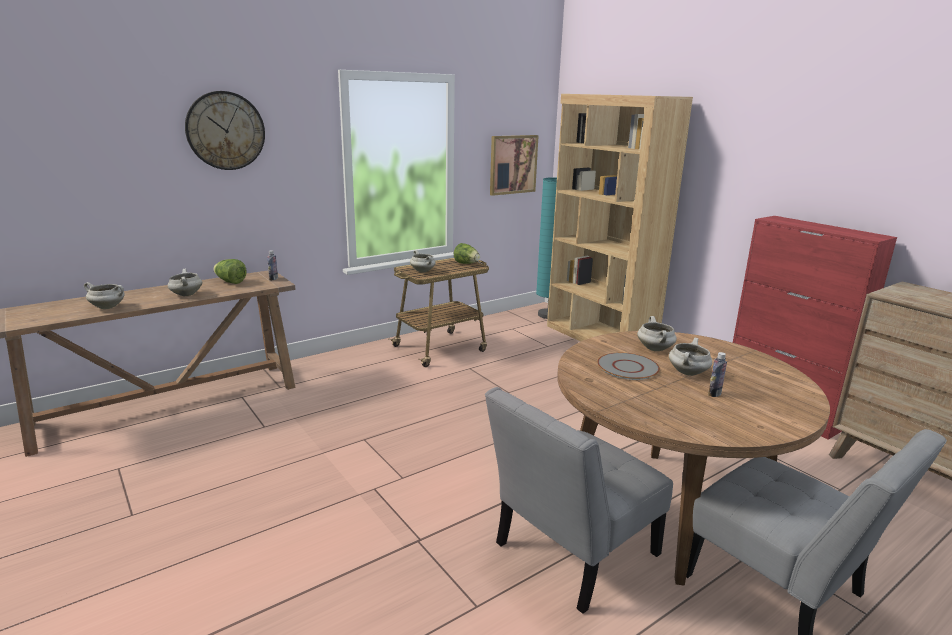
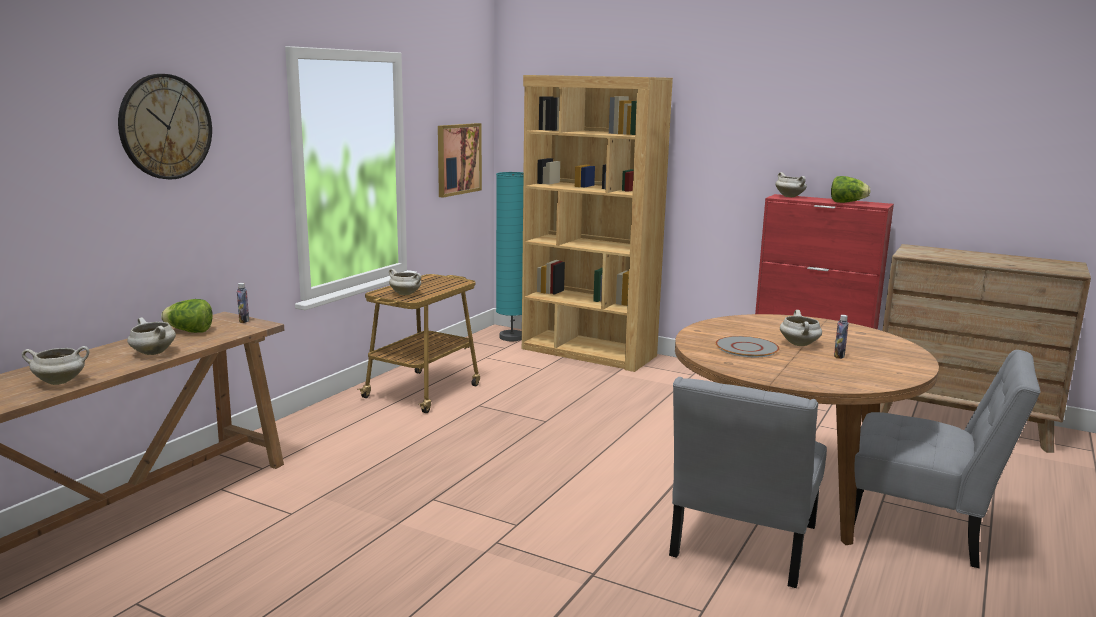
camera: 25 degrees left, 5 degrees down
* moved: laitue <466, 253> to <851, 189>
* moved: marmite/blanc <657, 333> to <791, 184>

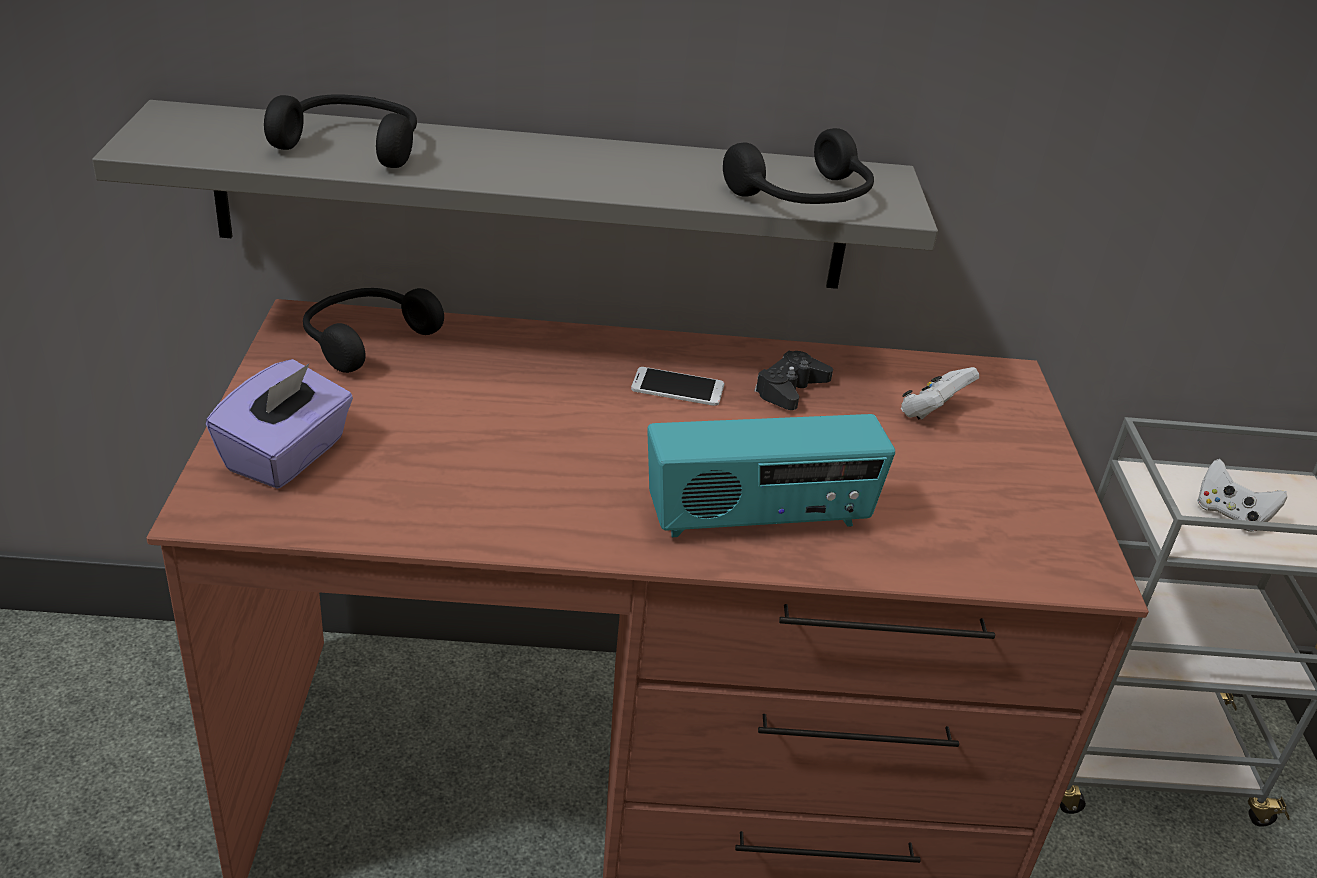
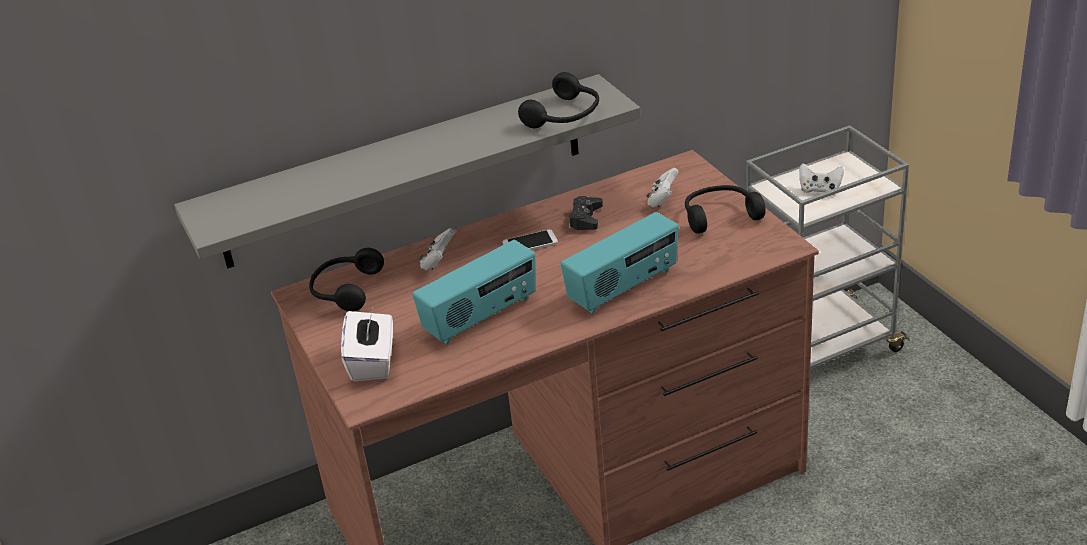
camera: 20 degrees left, 0 degrees up
* added: radio <474, 292>
* added: manette/blanc <437, 249>
* moved: casque audio/noir <340, 131> to <725, 209>
* recoloured: boîte à mouchoirs/violet <279, 424> to boîte à mouchoirs/blanc <367, 344>

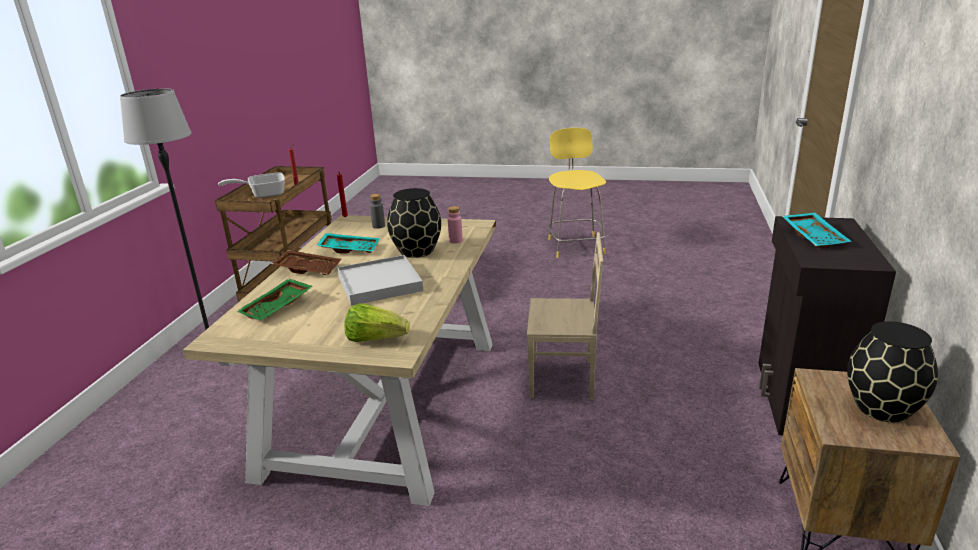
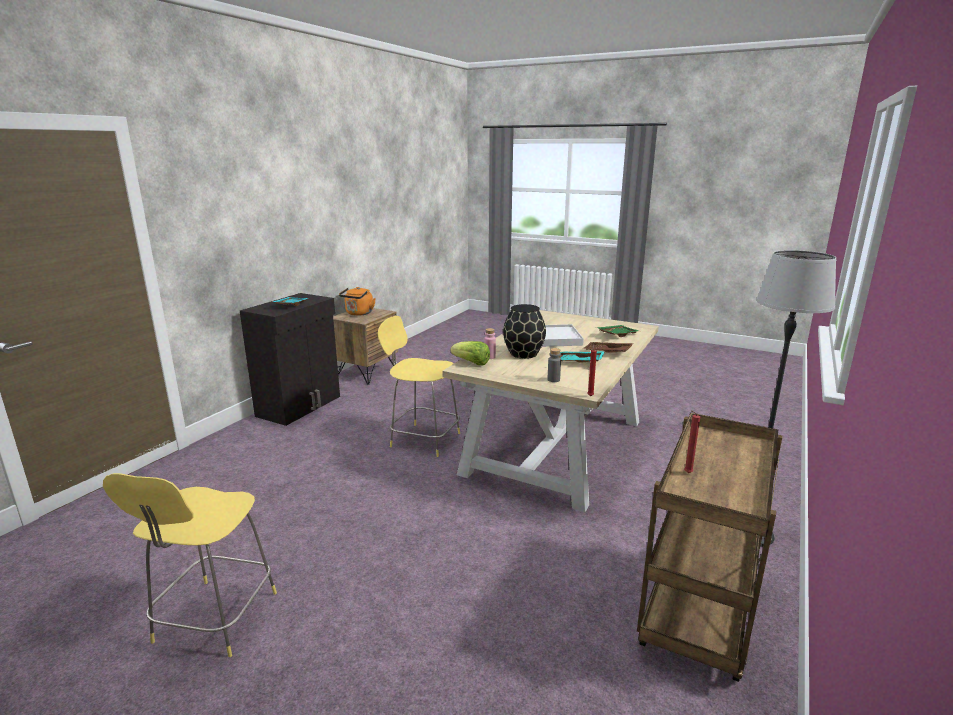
camera: 165 degrees left, 5 degrees down
* removed: poêle <251, 185>
* moved: laitue <377, 322> to <470, 353>
* replaced: chaise/beige <565, 316> to tabouret/jaune <419, 386>
* replaced: vase/noir <892, 371> to bouilloire/orange <357, 301>

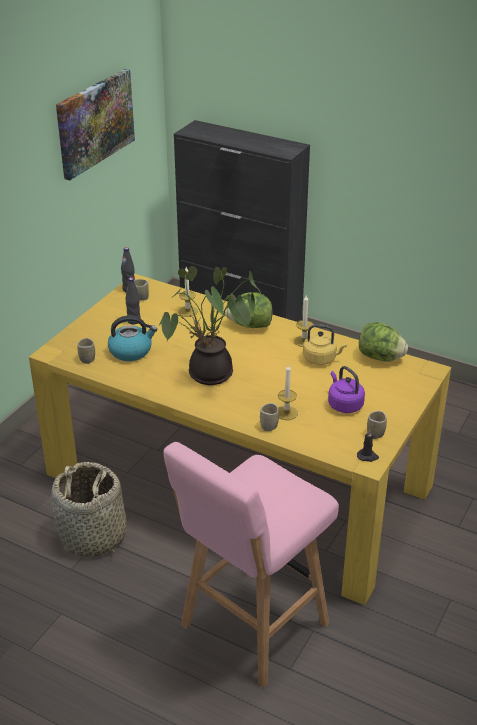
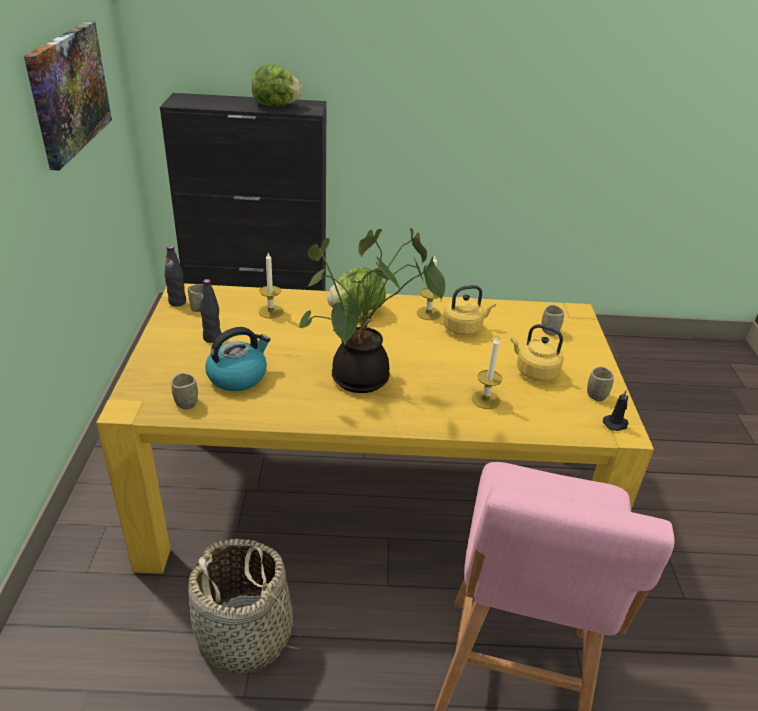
camera: 30 degrees left, 0 degrees up
* moved: tasse <269, 417> to <553, 320>
* moved: laitue <383, 342> to <277, 85>
* recoloured: bouilloire/violet <346, 389> to bouilloire/jaune <537, 352>

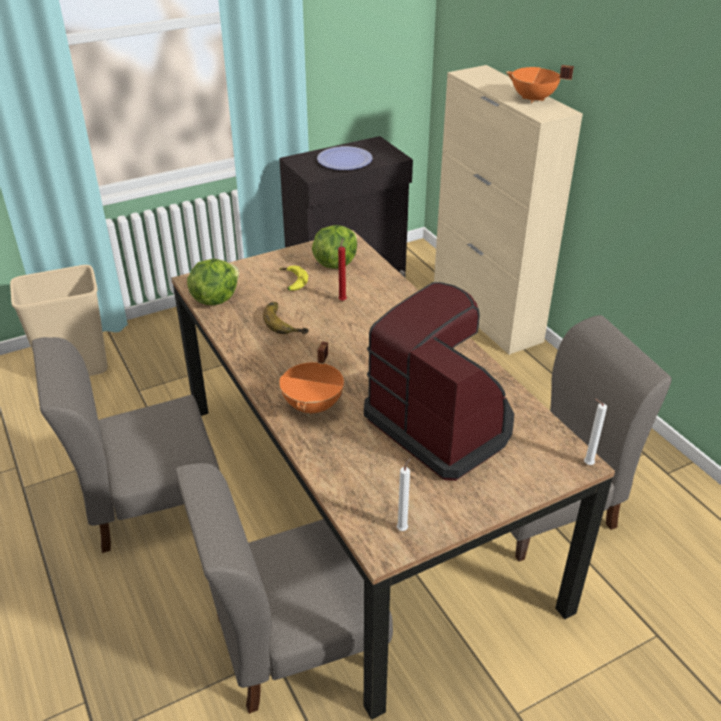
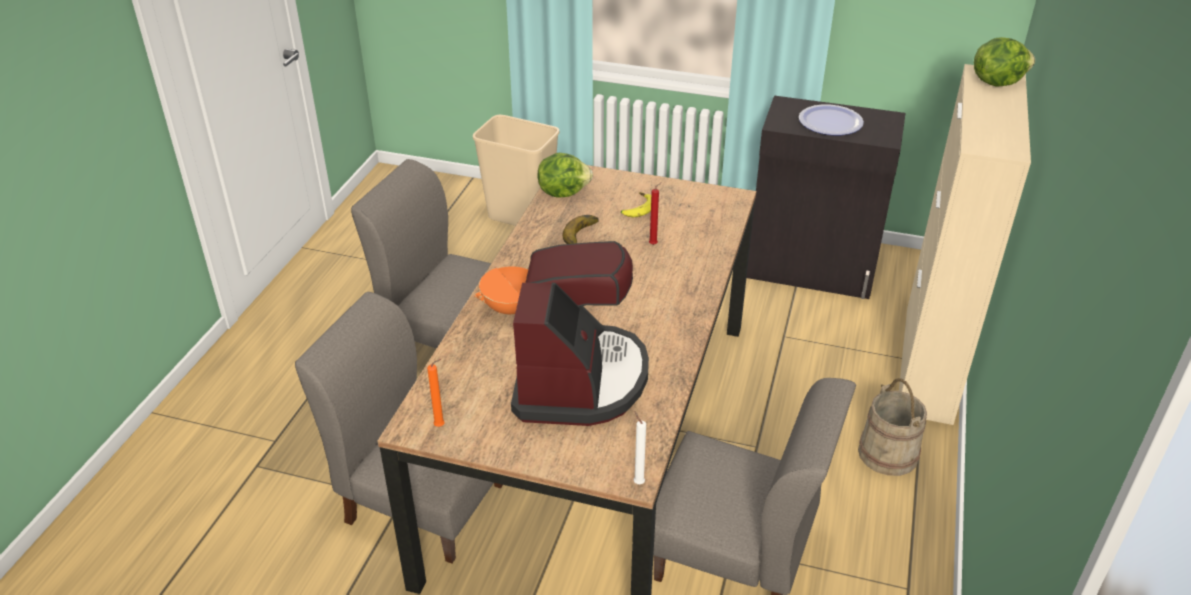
camera: 45 degrees right, 0 degrees up
* removed: marmite/orange <540, 84>
* added: seau/beige <892, 427>
* moved: laitue <334, 247> to <1004, 62>
* recoloured: bougie/blanc <404, 494> to bougie/orange <436, 393>

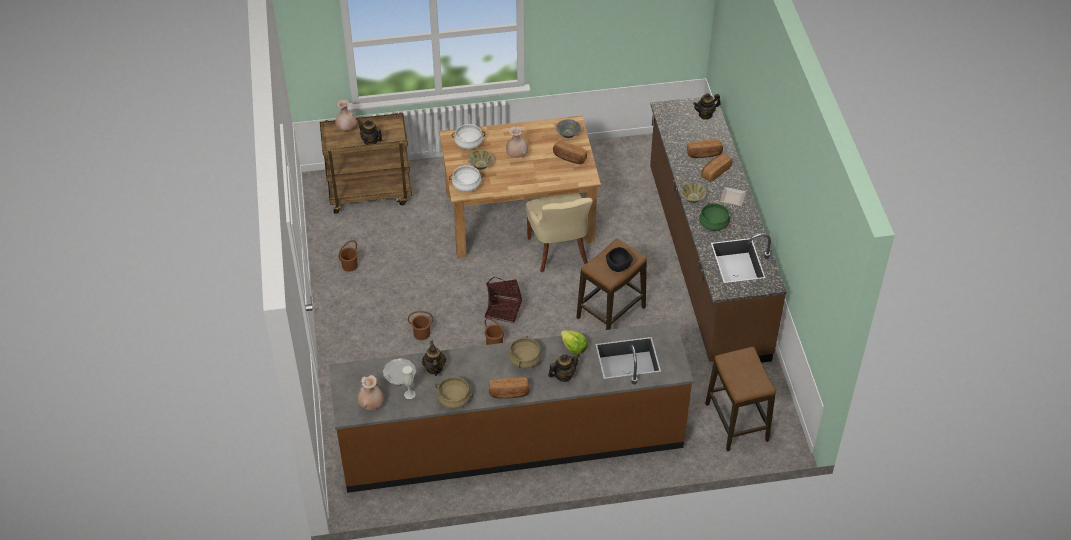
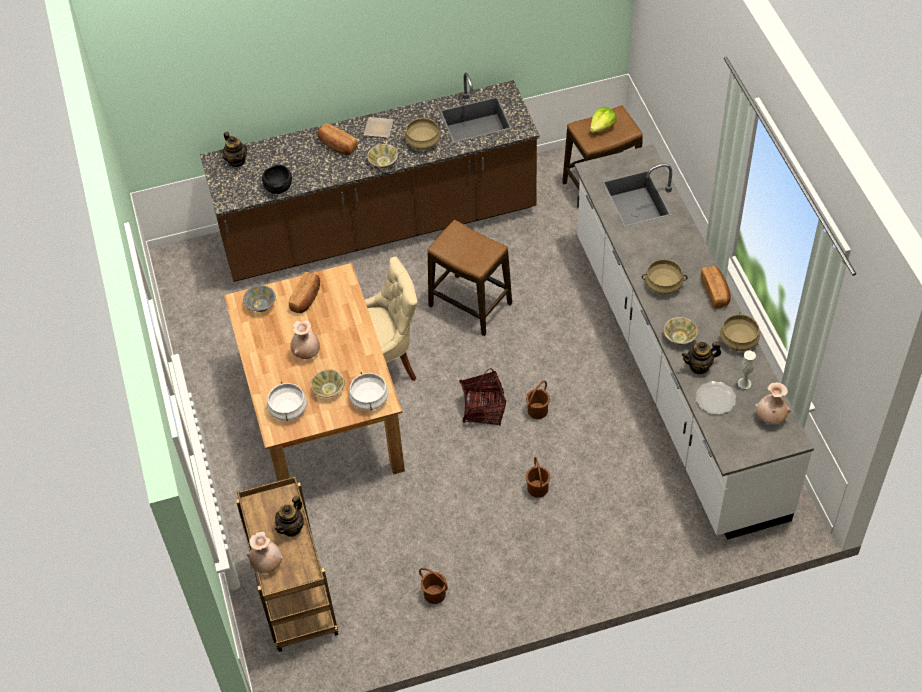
camera: 95 degrees left, 5 degrees up
* removed: théière <564, 368>
* removed: pain <705, 148>
* added: bol/beige <680, 331>
* moved: laitue <574, 342> to <603, 120>
* moved: bol/noir <619, 259> to <277, 179>
* recoloured: comptoir de cuisine/marron <511, 407> to comptoir de cuisine/blanc <694, 342>
* recoloured: marmite/vert <714, 217> to marmite/beige <421, 134>

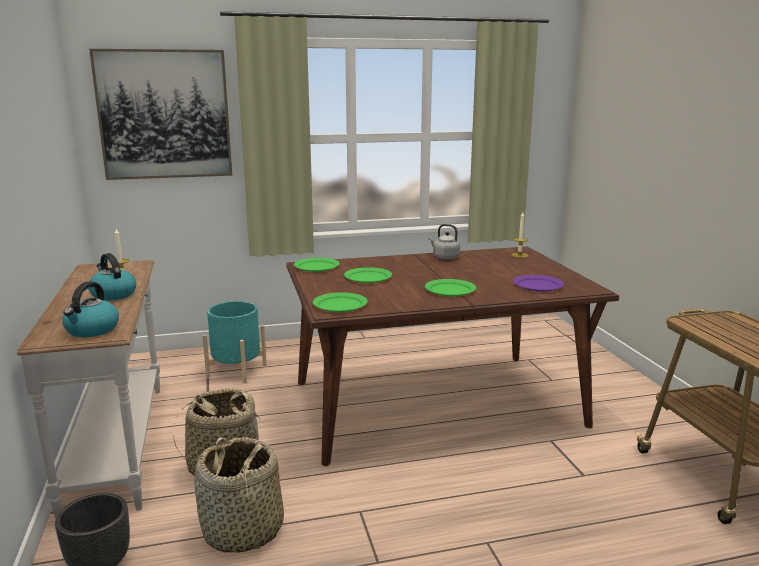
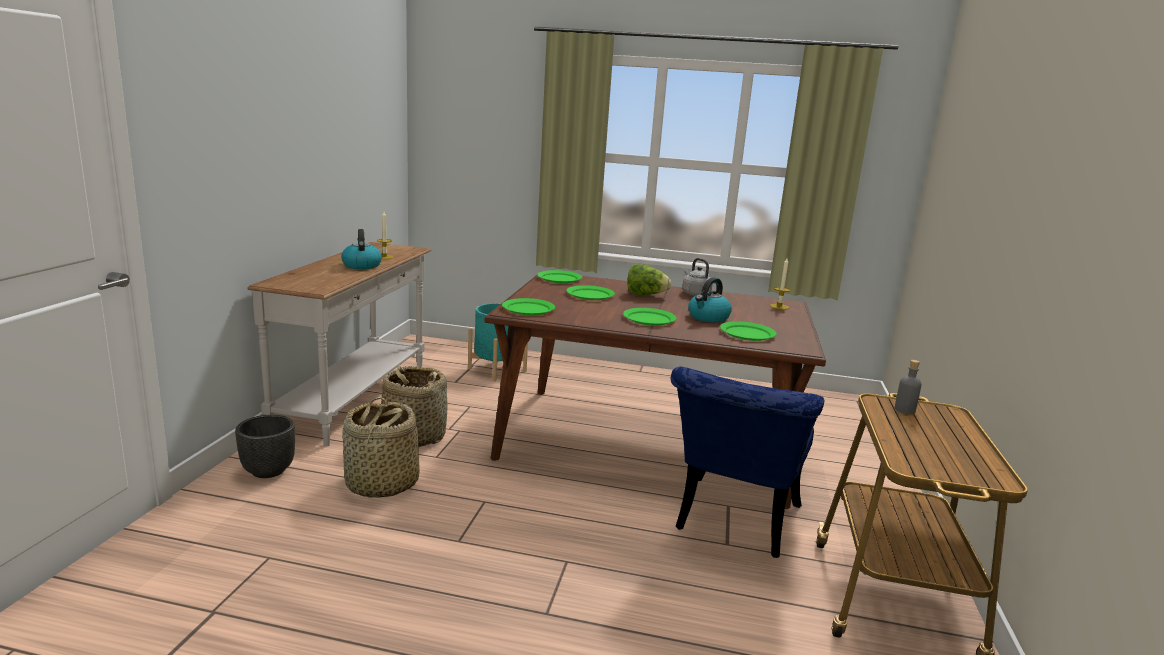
camera: 25 degrees right, 0 degrees up
* removed: tableau <160, 114>
* added: laitue <649, 279>
* added: chaise/bleu <748, 462>
* added: bouteille/gris <908, 387>
* moved: bouilloire <90, 309> to <710, 299>
* recoloured: assiette/violet <538, 283> to assiette/vert <748, 331>

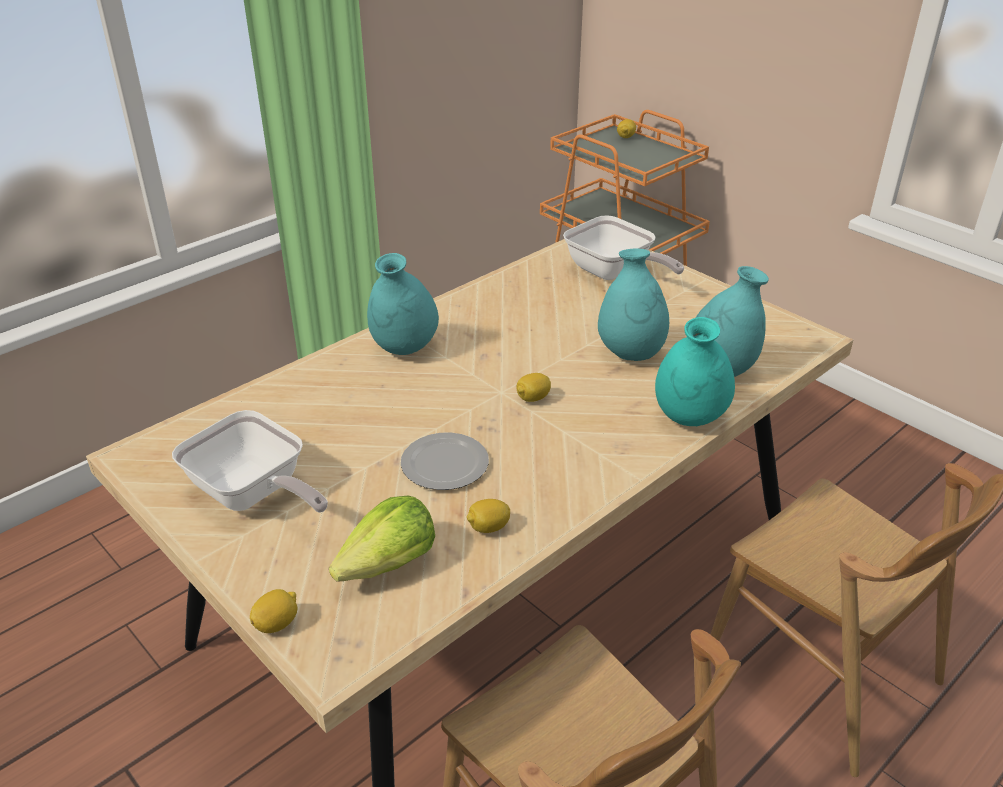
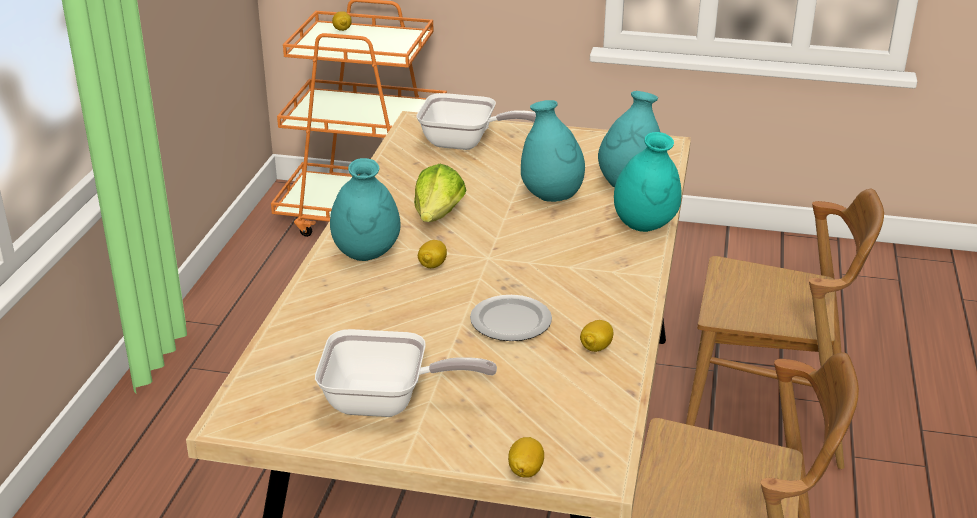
camera: 35 degrees left, 5 degrees down
* moved: laitue <382, 538> to <440, 193>
* moved: citron <533, 387> to <432, 254>

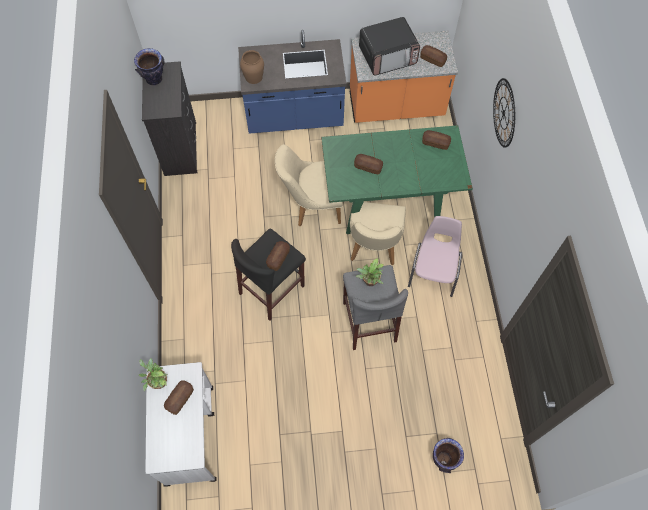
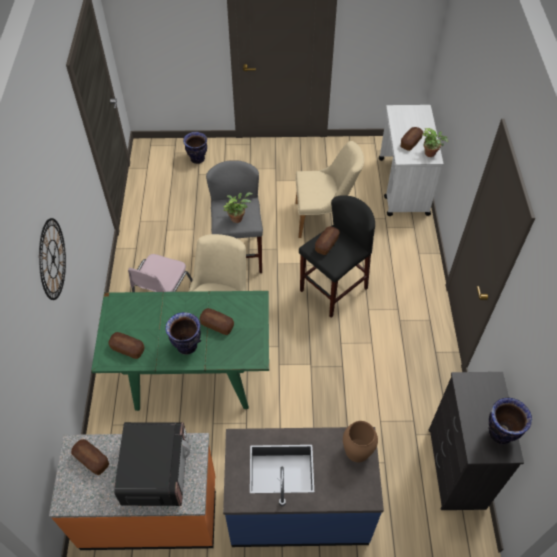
camera: 175 degrees left, 10 degrees down
* added: vase <183, 333>
* moved: chaise/beige <309, 185> to <329, 189>
* turned: micro-ondes <389, 46> = <152, 464> 105 degrees clockwise

